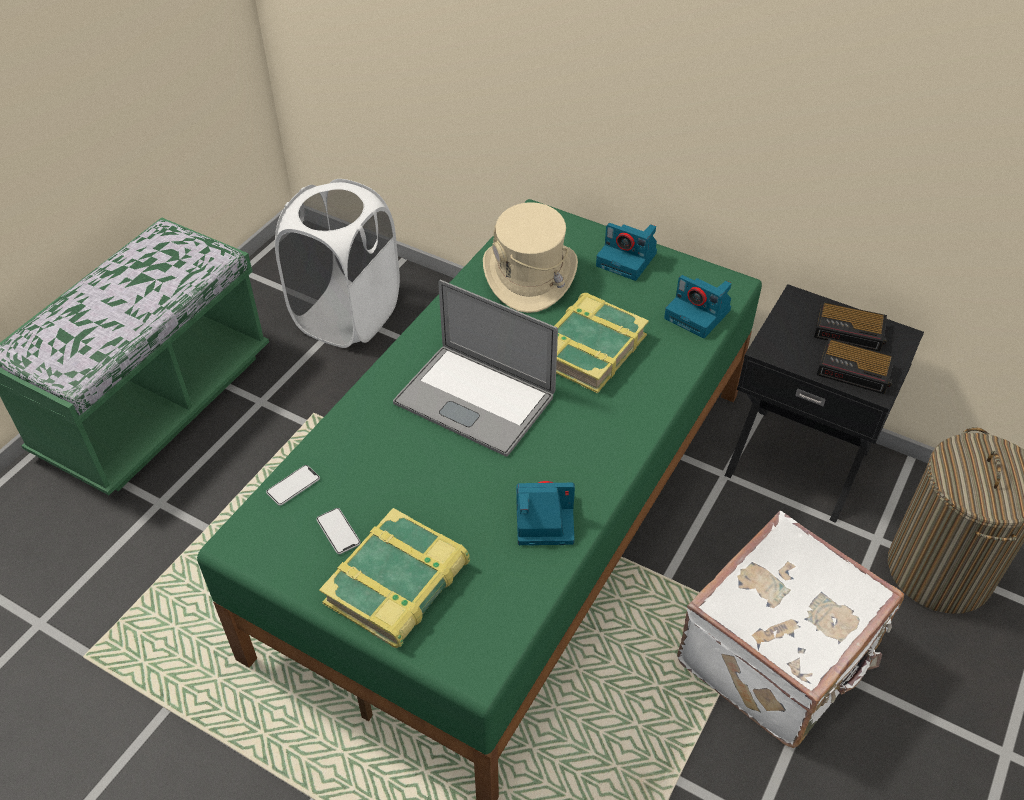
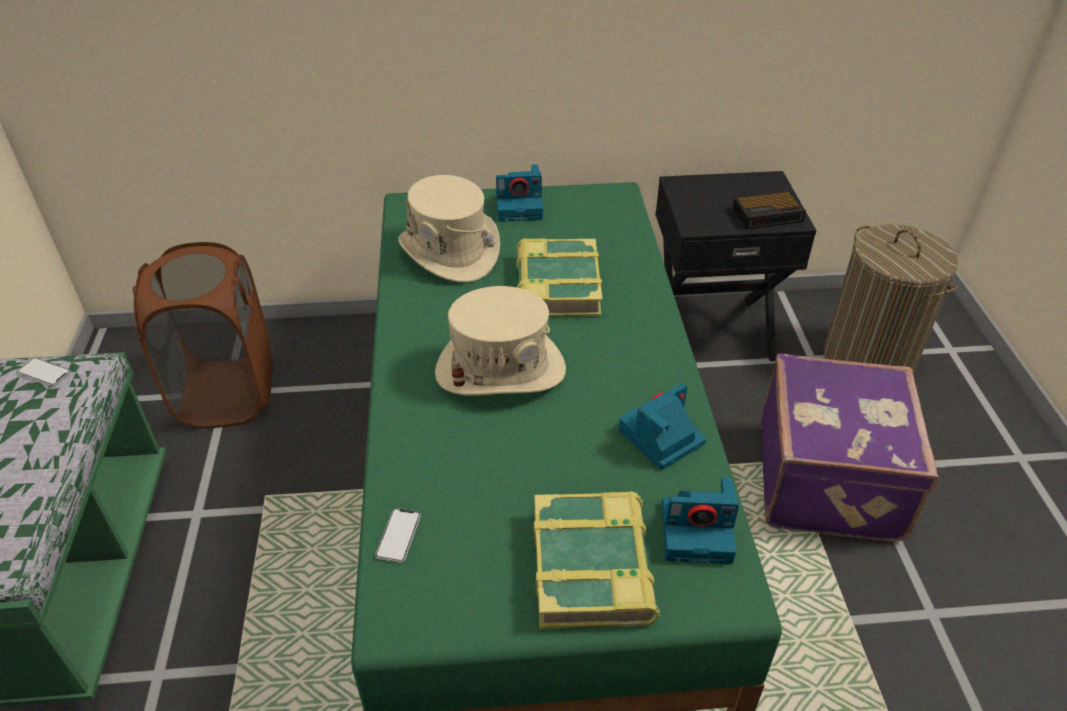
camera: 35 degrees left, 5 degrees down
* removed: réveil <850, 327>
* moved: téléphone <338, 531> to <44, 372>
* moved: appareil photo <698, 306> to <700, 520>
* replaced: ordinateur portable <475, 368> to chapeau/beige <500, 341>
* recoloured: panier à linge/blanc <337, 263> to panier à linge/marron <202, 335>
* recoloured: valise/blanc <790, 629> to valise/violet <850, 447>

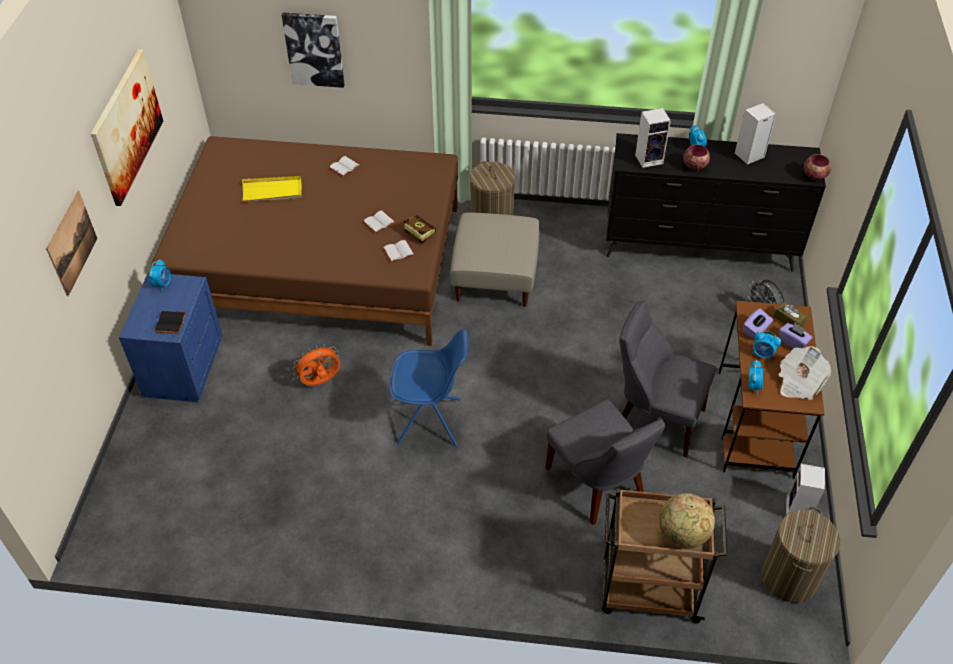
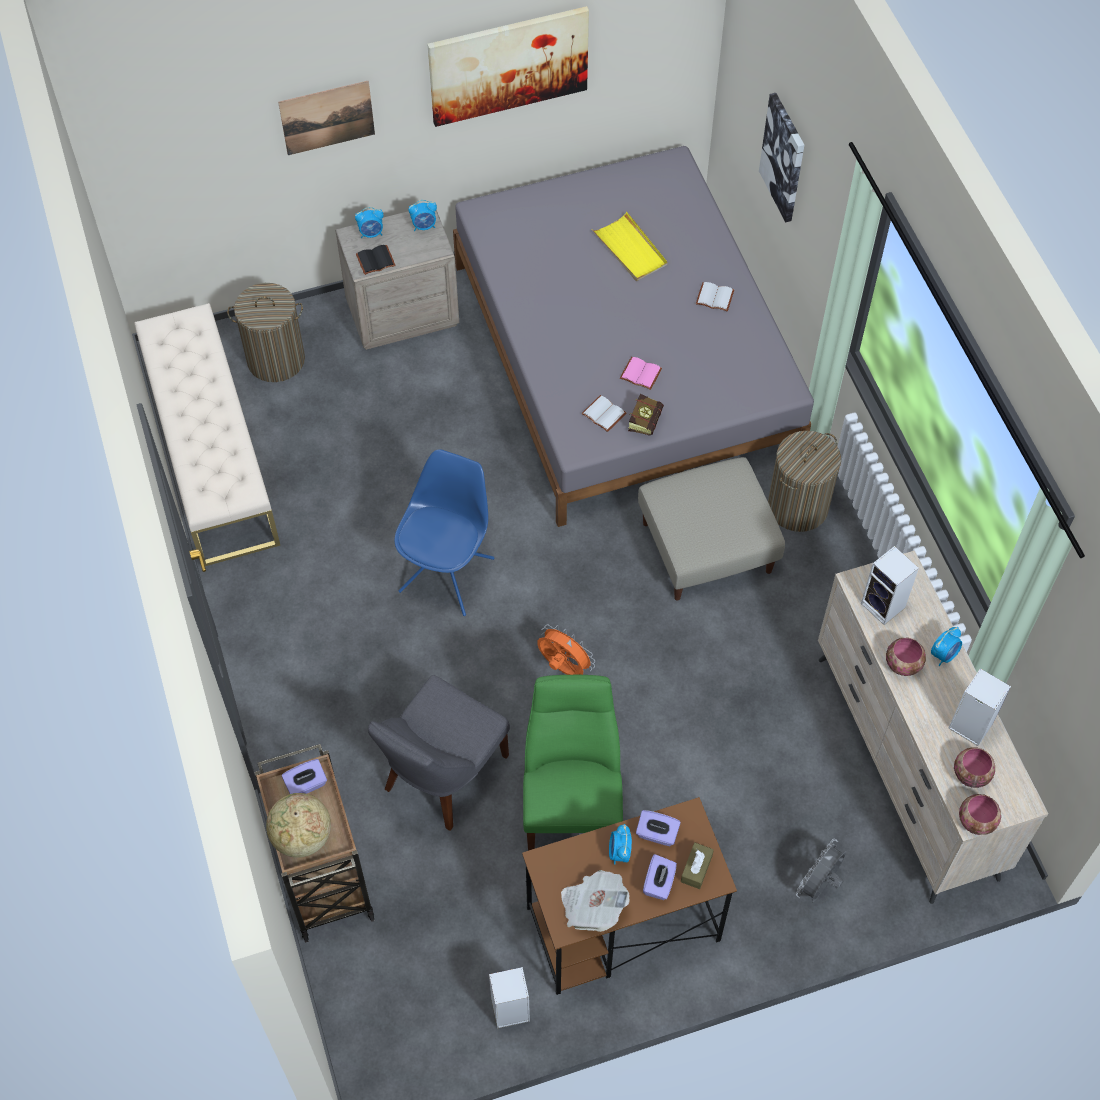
camera: 65 degrees right, 10 degrees up
* added: banc/beige <207, 434>
* added: boîte à mouchoirs/violet <304, 776>
* added: bol <974, 767>
* moved: ventilateur/orange <316, 365> to <566, 649>
* moved: réveil <756, 377> to <369, 223>
* moved: panier à linge <800, 555> to <266, 332>
* recoloured: table de chevet/bleu <171, 337> to table de chevet/beige <397, 280>
* recoloured: lit/marron <304, 241> to lit/gris <633, 336>
* recoloured: livre/blanc <379, 222> to livre/rose <641, 373>
* recoloured: commode/noir <716, 202> to commode/beige <933, 727>
* recoloured: chaise/gris <667, 379> to chaise/vert <573, 763>
* turned: chaise/bleu <429, 387> = <445, 532> 135 degrees counterclockwise

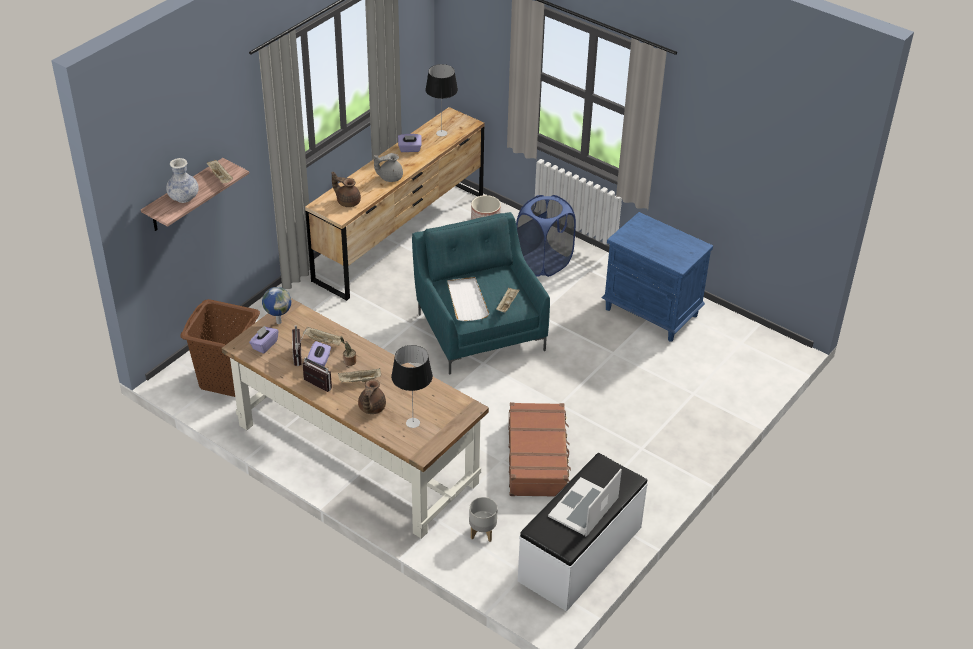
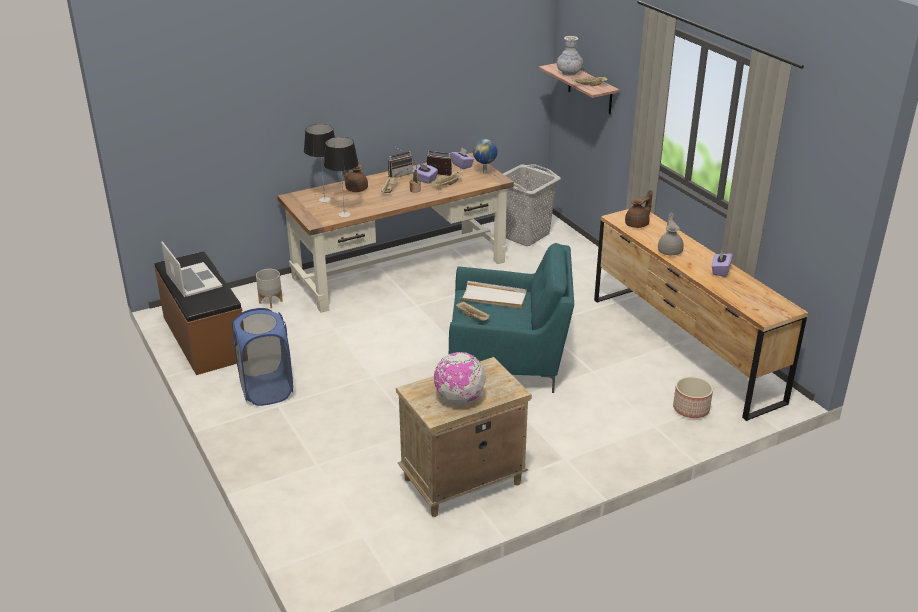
camera: 115 degrees right, 10 degrees down
* removed: valise/marron <539, 449>
* added: globe <460, 378>
* moved: lampe de table <441, 100> to <341, 177>
* moved: panier à linge/bleu <546, 236> to <262, 357>
* recoloured: panier à linge/marron <220, 348> to panier à linge/gris <532, 205>
* recoloured: banc/blanc <583, 532> to banc/marron <198, 313>
* recoloured: table de chevet/bleu <657, 277> to table de chevet/beige <464, 437>

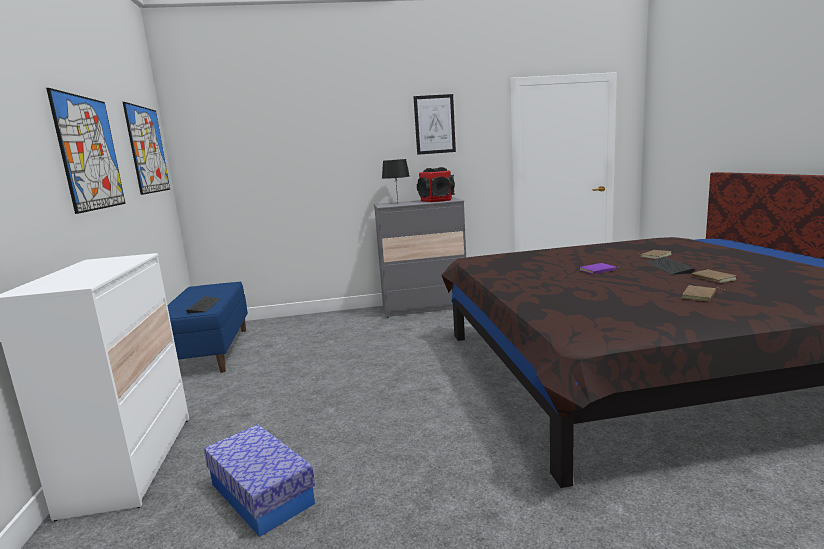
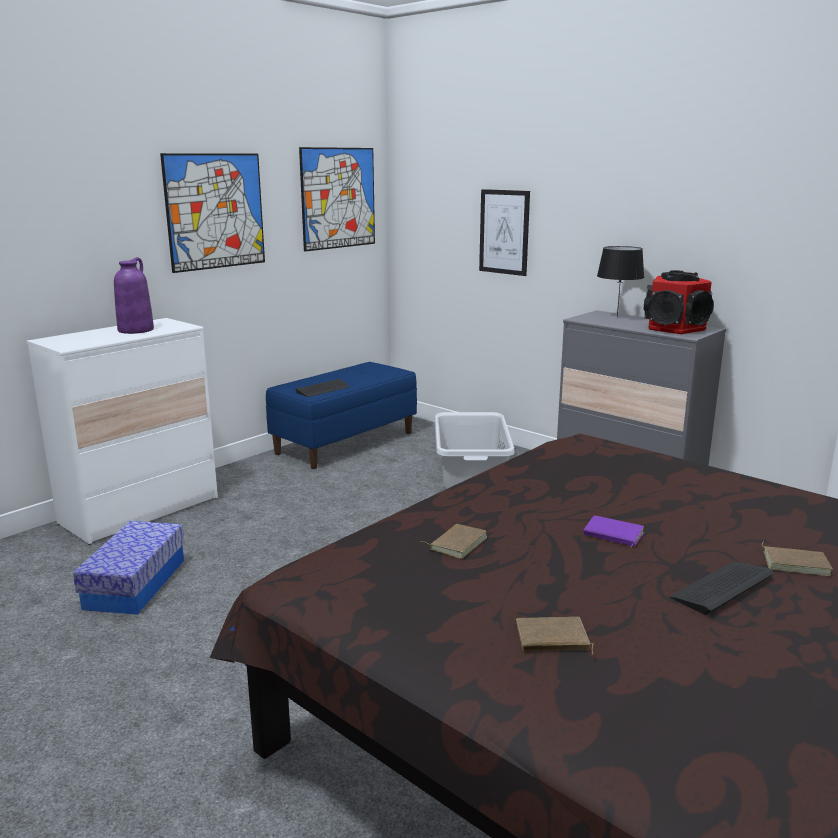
camera: 50 degrees right, 5 degrees up
* added: vase/violet <134, 295>
* added: panier à linge/gris <475, 450>
* moved: tableau <434, 124> to <504, 232>
* moved: livre/marron <714, 276> to <453, 541>

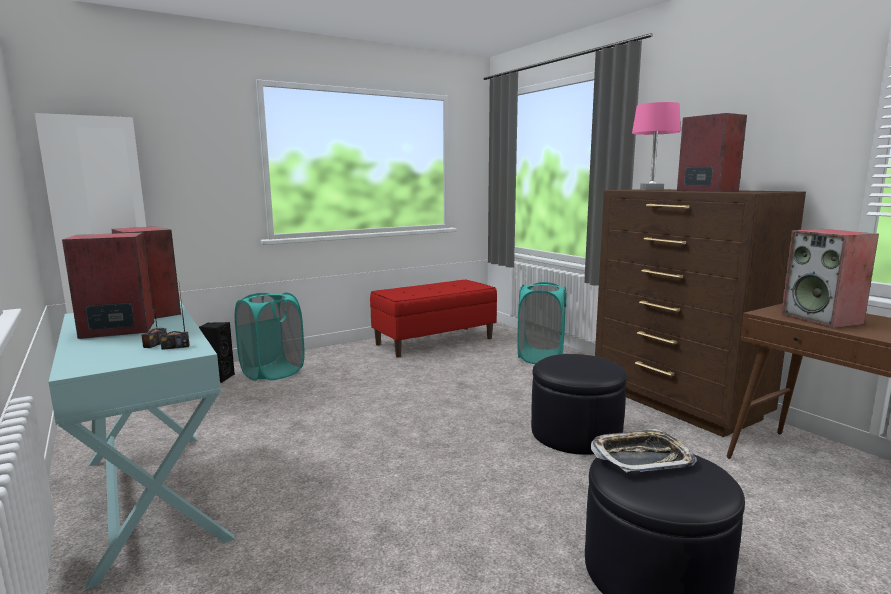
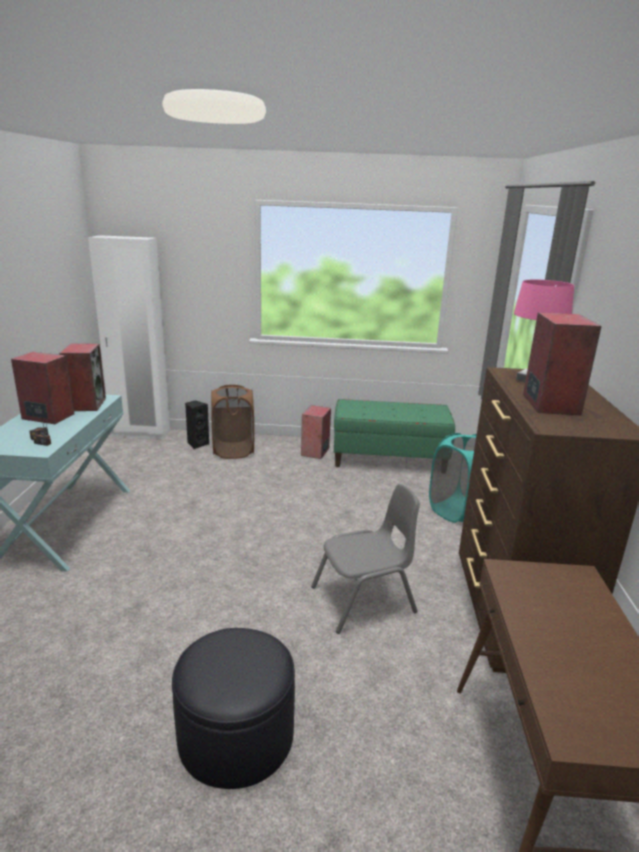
camera: 35 degrees right, 10 degrees up
* removed: plateau <644, 451>
* moved: enceinte <830, 278> to <316, 432>
* replaced: pouf/noir <579, 404> to chaise/gris <365, 559>
* recoloured: panier à linge/turquoise <270, 336> to panier à linge/marron <232, 422>
* recoloured: banc/rouge <433, 318> to banc/vert <394, 433>

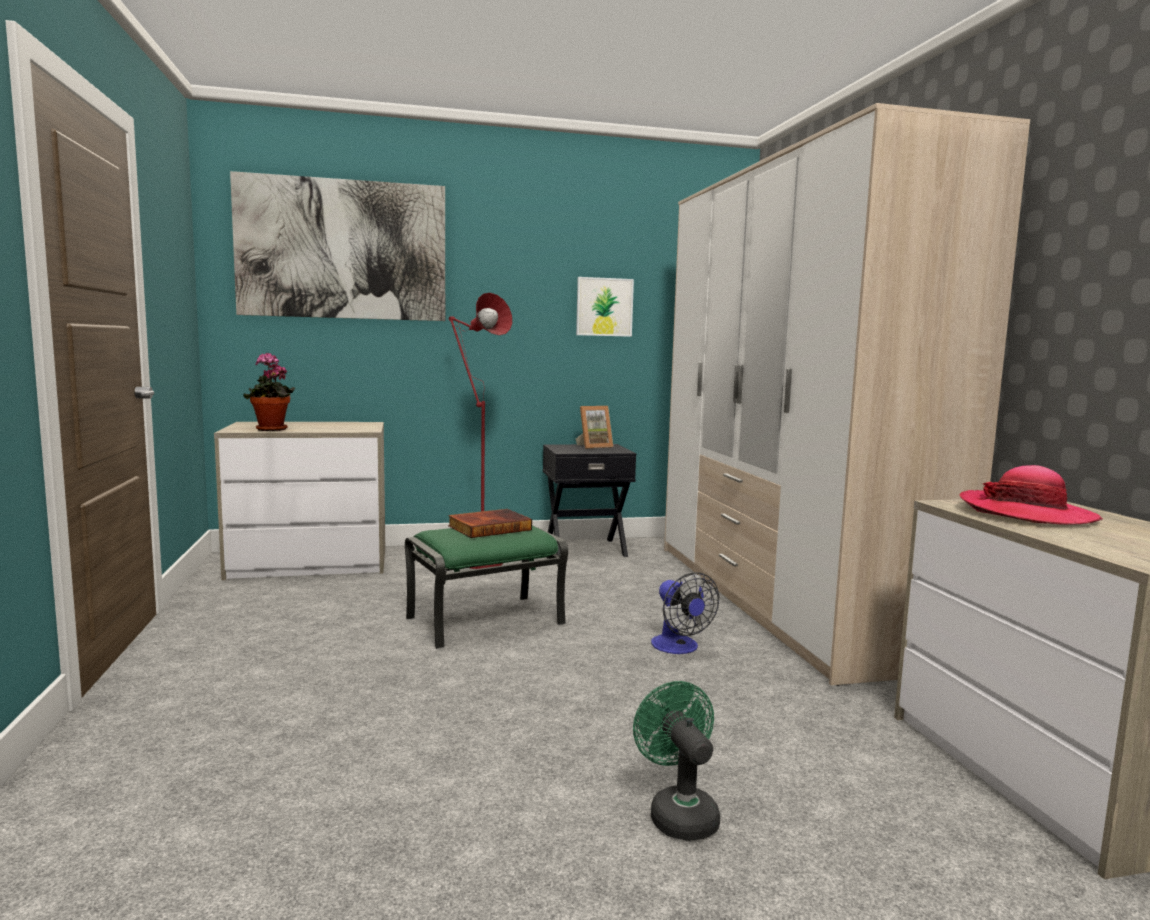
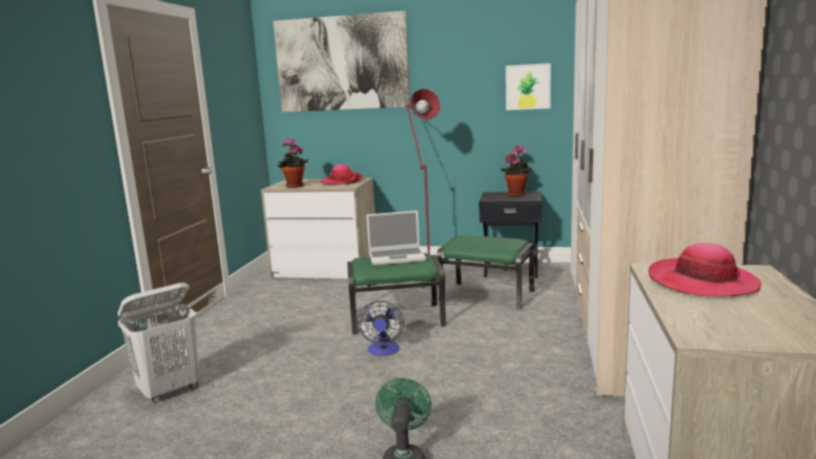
camera: 25 degrees right, 5 degrees up
* added: panier à linge/blanc <158, 343>
* added: chapeau <342, 174>
* added: pouf/vert <486, 272>
* moved: ventilateur <685, 613> to <381, 328>
* replaced: livre <490, 523> to ordinateur portable <396, 238>
* replaced: cadre photo <594, 427> to plante en pot <516, 170>

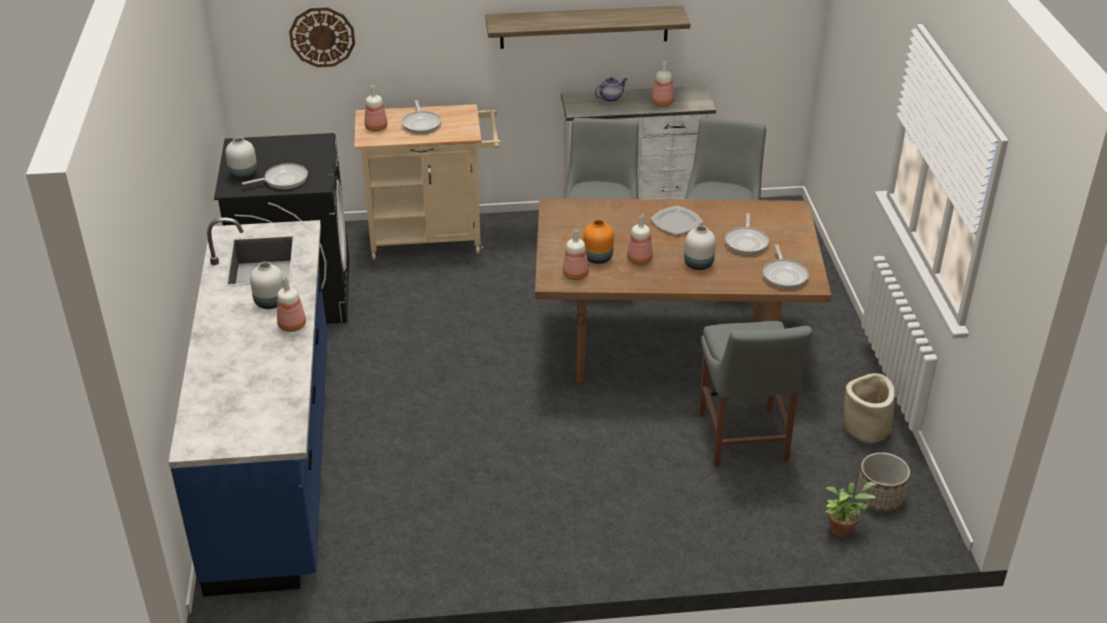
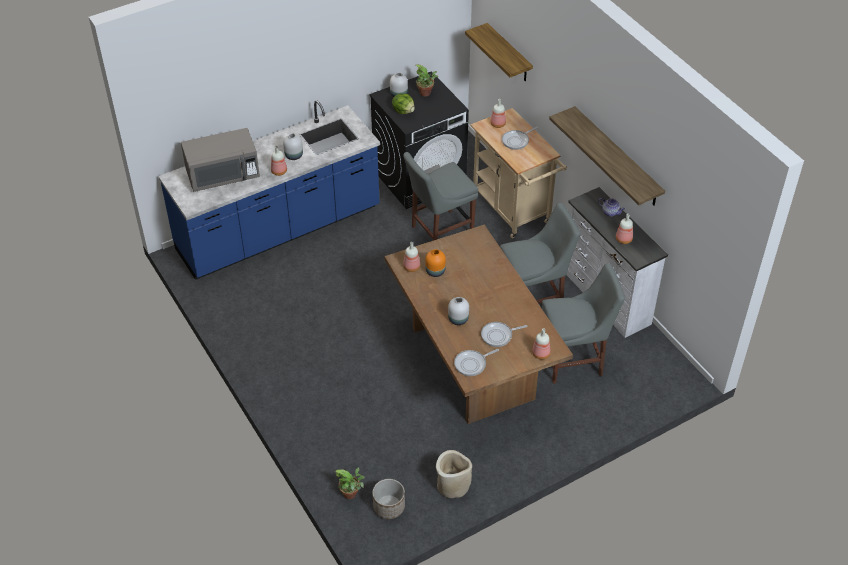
camera: 65 degrees right, 10 degrees up
* removed: assiette <676, 220>
* added: micro-ondes/gris <220, 160>
* added: plante en pot <426, 80>
* moved: bouteille <640, 239> to <541, 344>
* moved: chaise/gris <755, 394> to <440, 196>
* replaced: poêle <275, 176> to laitue <403, 104>
* replaced: horloge murale <322, 37> to étagère <499, 52>

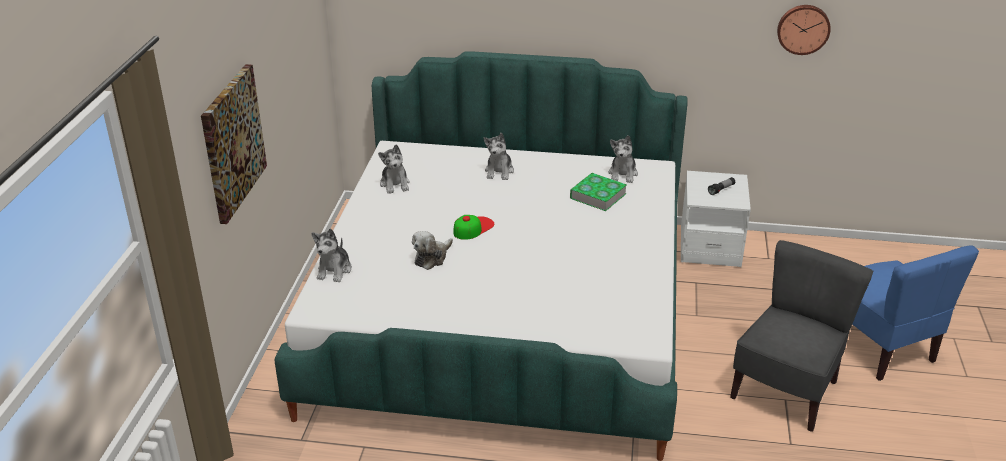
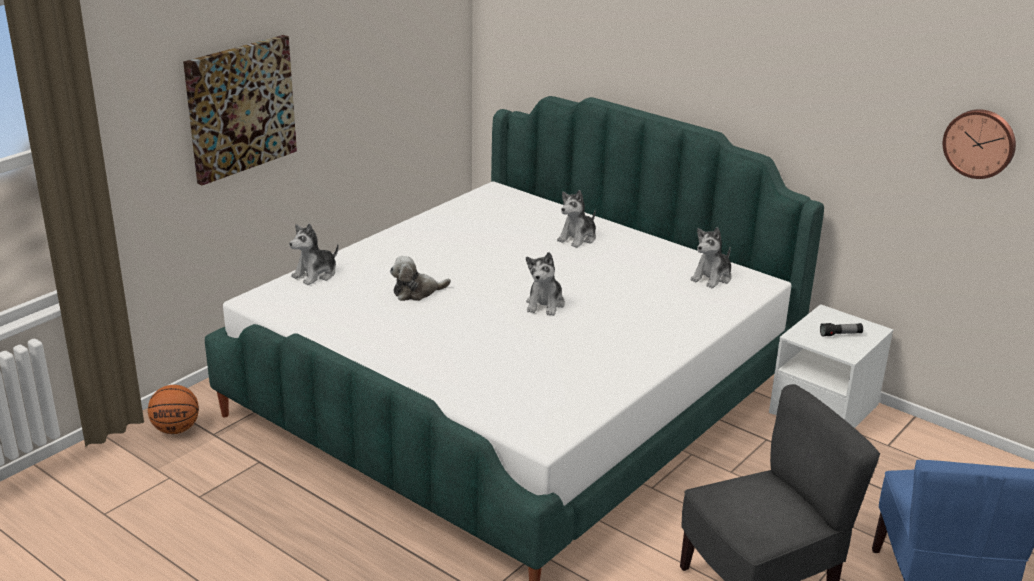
camera: 30 degrees right, 5 degrees down
* removed: casquette <473, 227>
* removed: livre <598, 192>
* added: ballon de basket <173, 409>
* moved: peluche <394, 169> to <545, 284>

